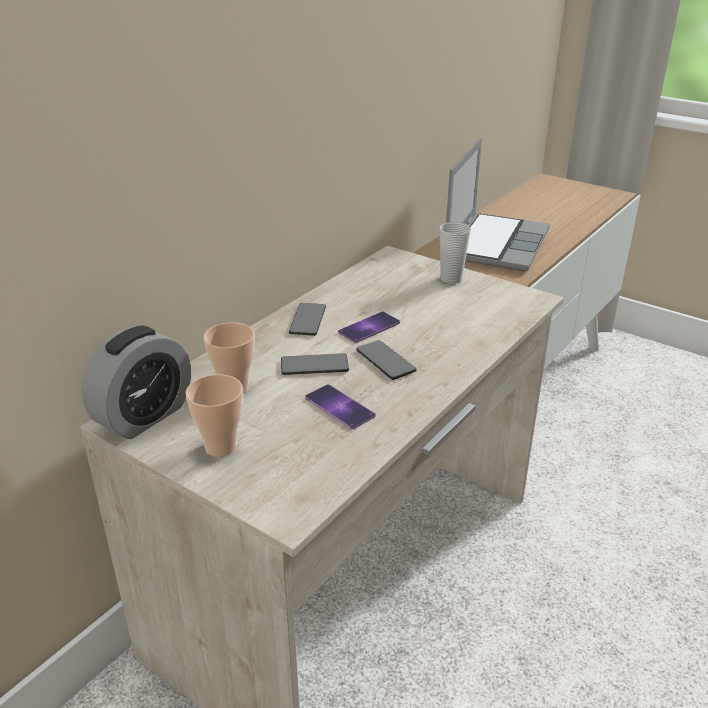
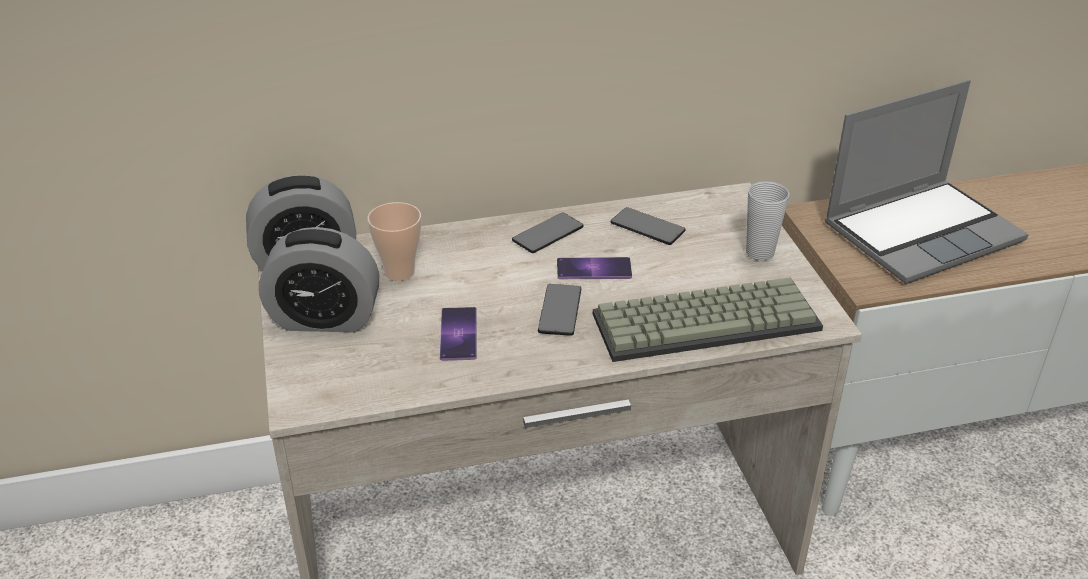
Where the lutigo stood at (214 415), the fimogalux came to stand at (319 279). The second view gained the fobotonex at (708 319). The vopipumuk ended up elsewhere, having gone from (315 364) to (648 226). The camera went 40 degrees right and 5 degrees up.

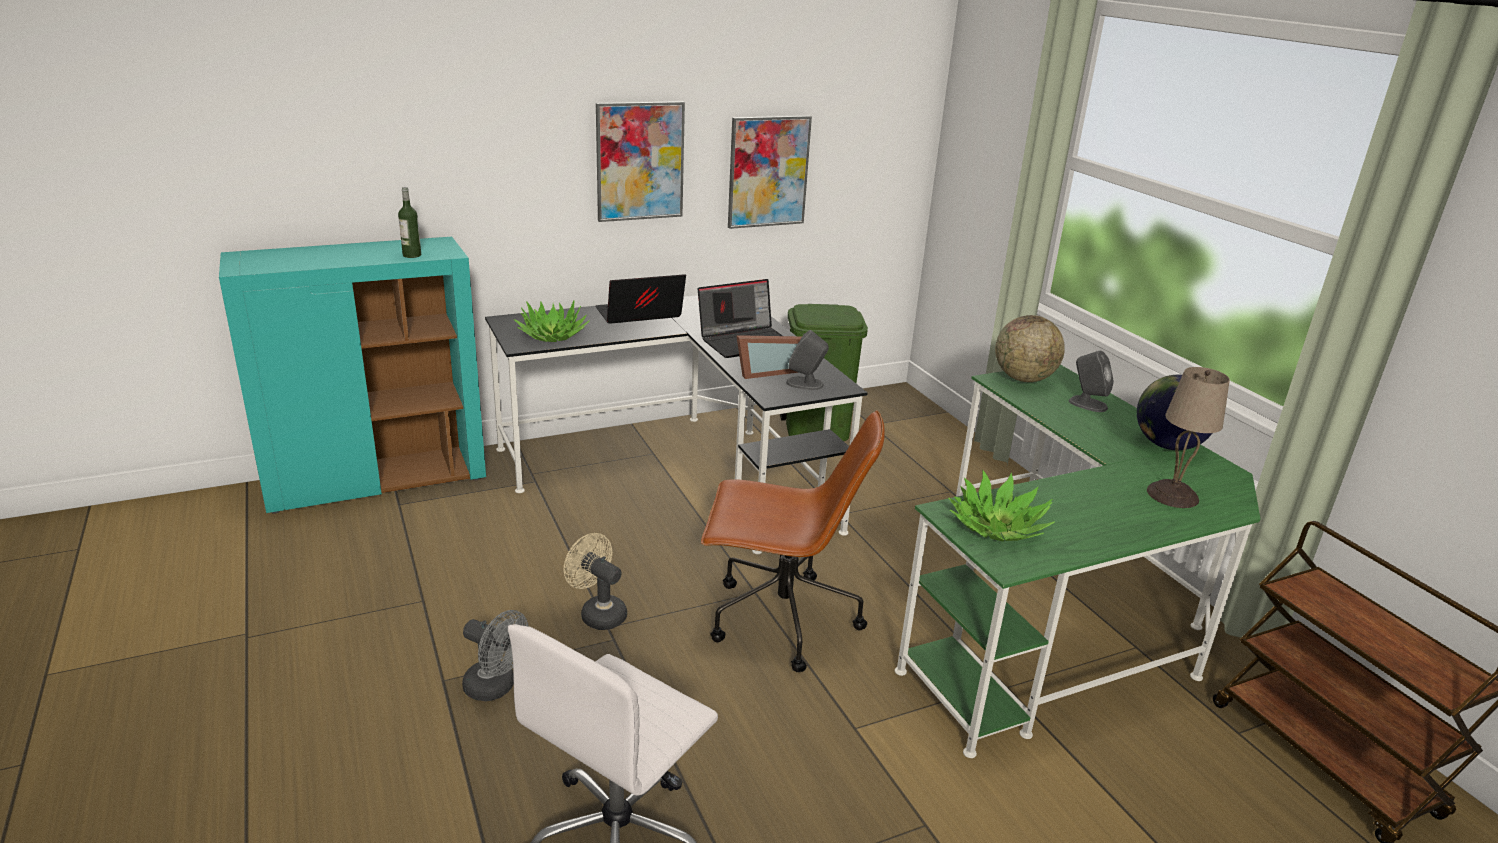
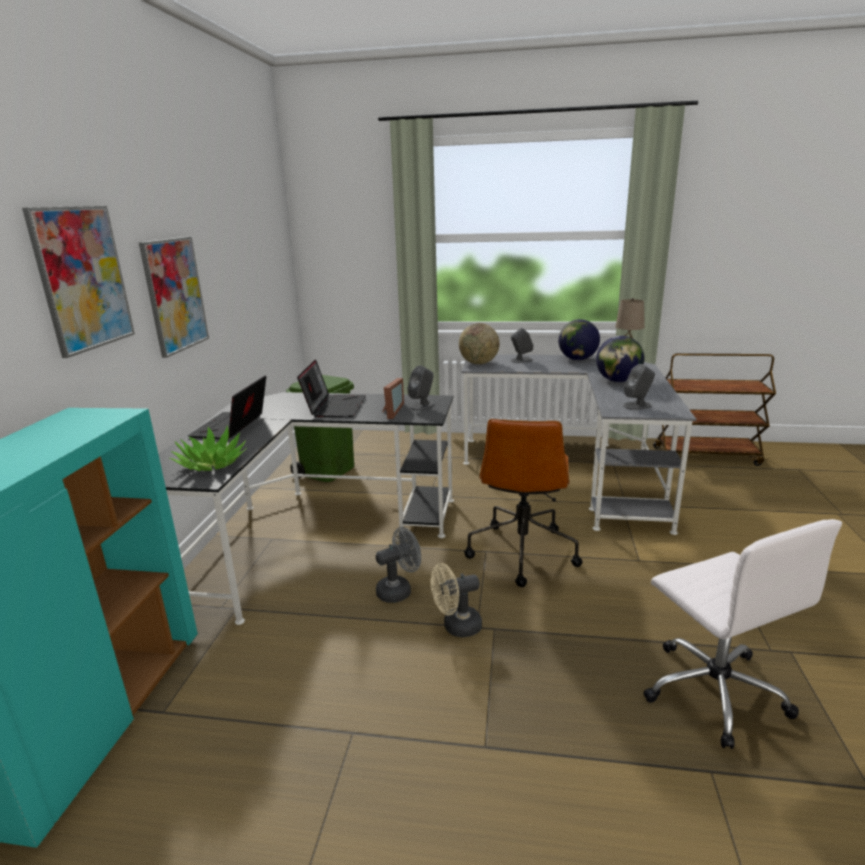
The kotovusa ended up elsewhere, having gone from (770 172) to (78 282). The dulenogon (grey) ended up elsewhere, having gone from (495 655) to (398 565). What was the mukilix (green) at (1077 561) turned into the mukilix (grey) at (579 444). The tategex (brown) at (793 541) ended up facing another way, 150 degrees clockwise from before. The second view gained the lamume at (620 359). Where the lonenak stood at (1001 506), the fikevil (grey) came to stand at (639 387). The second view lost the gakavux at (409 222). The camera went 55 degrees left and 5 degrees down.

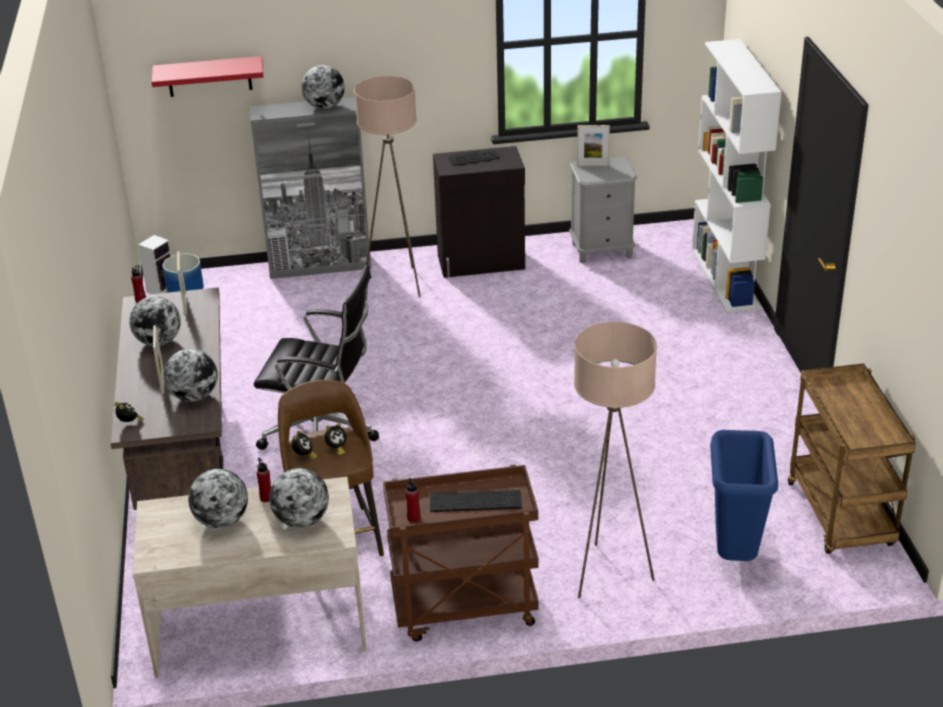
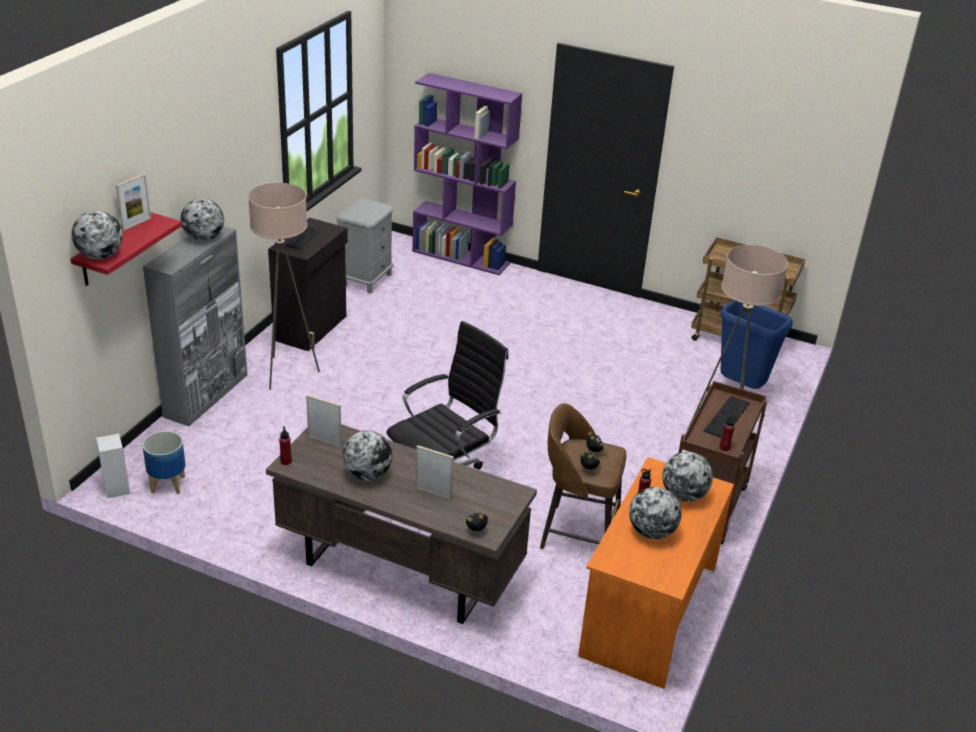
The lamume ended up elsewhere, having gone from (191 375) to (97 234). The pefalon ended up elsewhere, having gone from (593 145) to (133 202). What was the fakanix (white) at (737 175) turned into the fakanix (purple) at (467 174). What was the mukilix (beige) at (250 577) turned into the mukilix (orange) at (656 573). The camera went 60 degrees left and 0 degrees up.

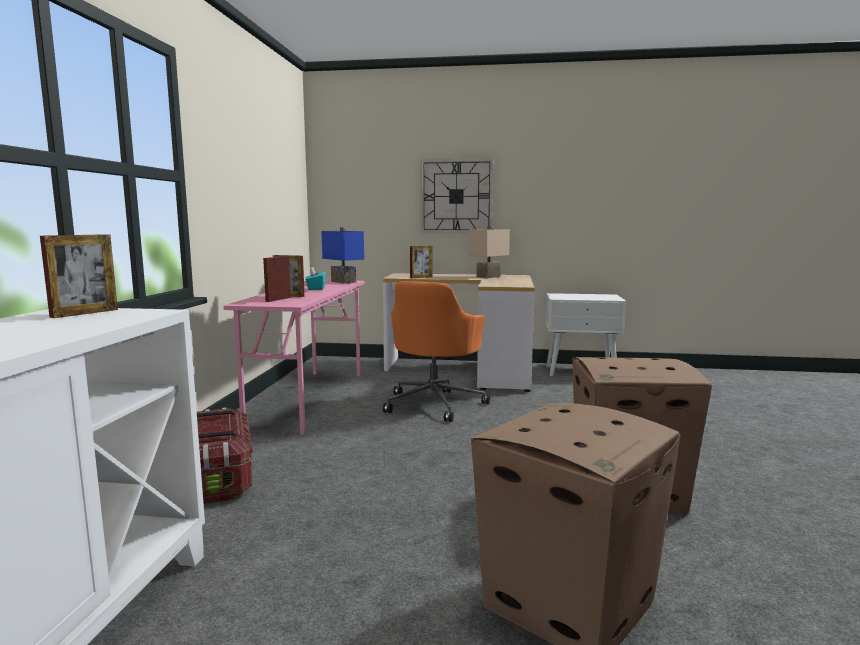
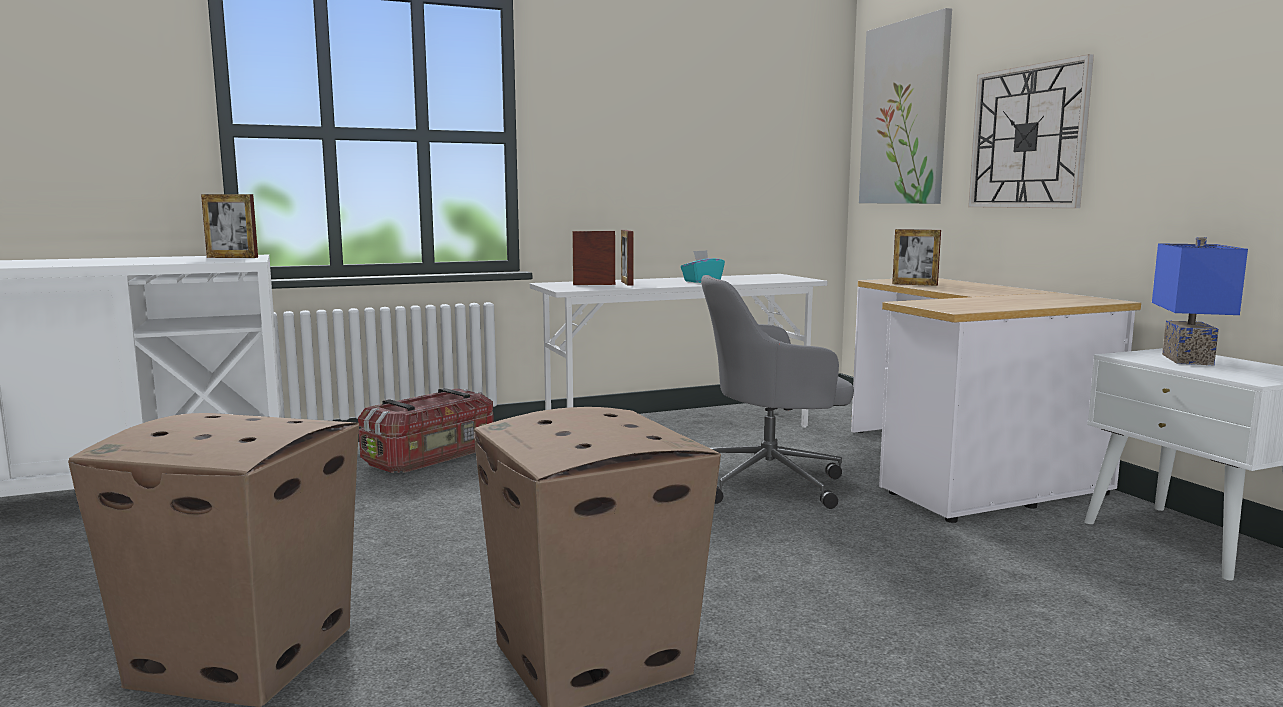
What was the mukilix (pink) at (294 357) turned into the mukilix (white) at (678 351). What was the tategex (orange) at (436 351) turned into the tategex (grey) at (777 392). The second view gained the kotovusa at (905 106). The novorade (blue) ended up elsewhere, having gone from (342 255) to (1200 301). The second view lost the novorade (beige) at (489 252). The camera went 60 degrees right and 0 degrees up.

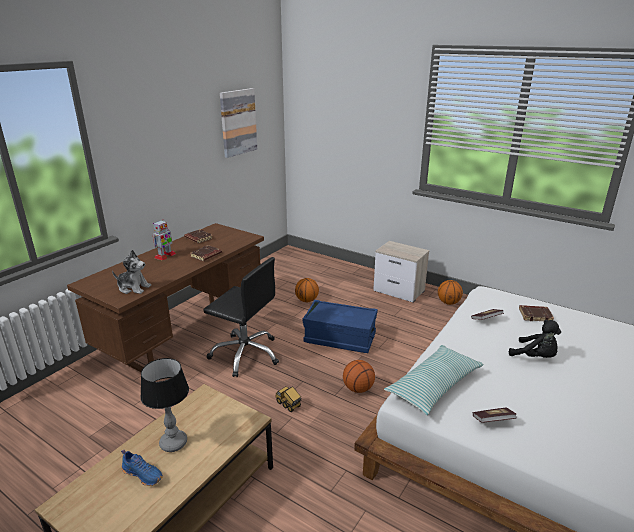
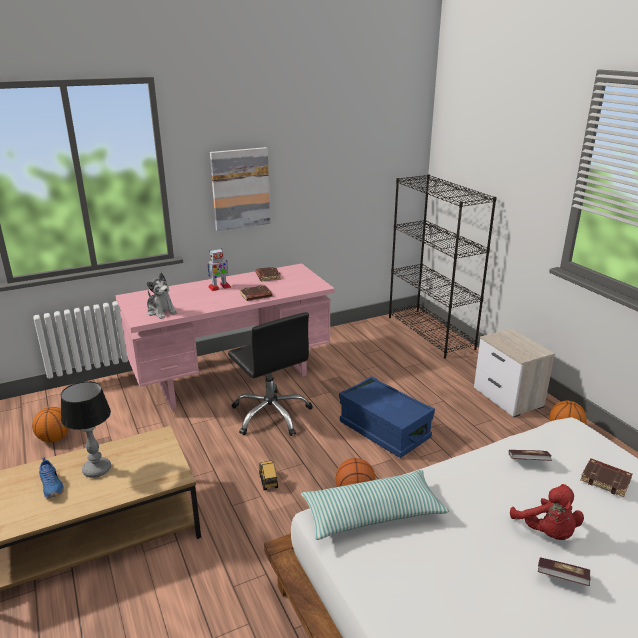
The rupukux ended up elsewhere, having gone from (307 290) to (50 425). What was the mukilix (brown) at (165 297) turned into the mukilix (pink) at (225 337). The kotovusa ended up elsewhere, having gone from (238 123) to (240 189). The second view gained the fakanix (black) at (443 266). What was the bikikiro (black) at (535 339) turned into the bikikiro (red) at (547 512). The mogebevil ended up elsewhere, having gone from (494 415) to (564 571). The camera went 30 degrees right and 0 degrees up.

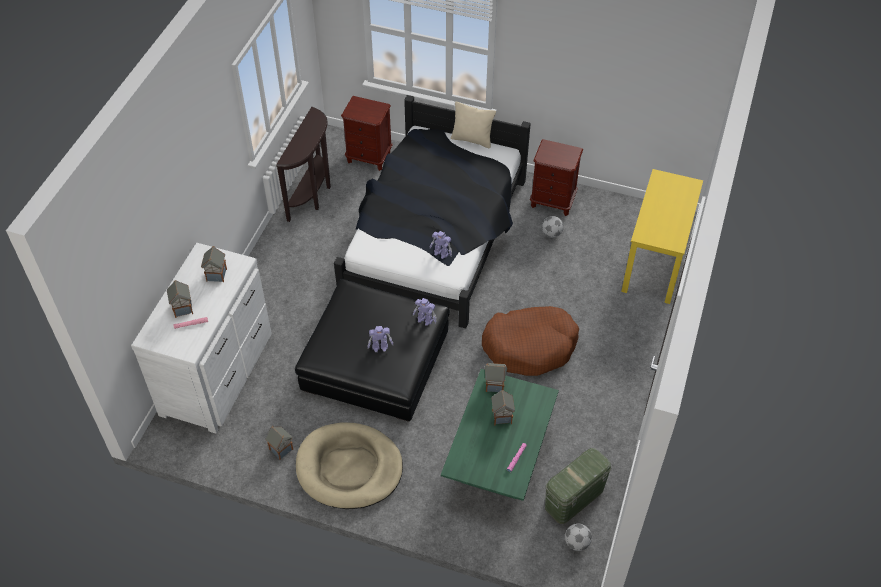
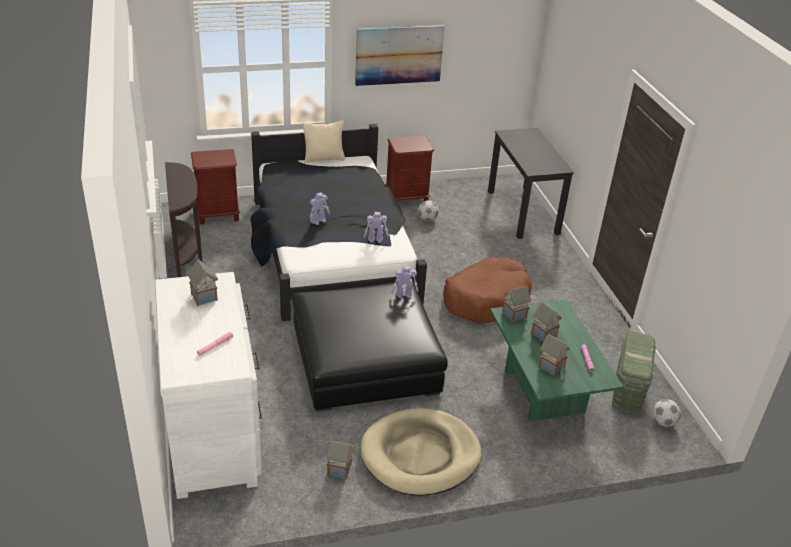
The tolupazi ended up elsewhere, having gone from (380 339) to (320 208). The second view gained the kotovusa at (400 55). What was the mukilix (yellow) at (662 236) turned into the mukilix (black) at (531 183). The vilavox ended up elsewhere, having gone from (180 299) to (554 355). The camera went 35 degrees left and 15 degrees down.

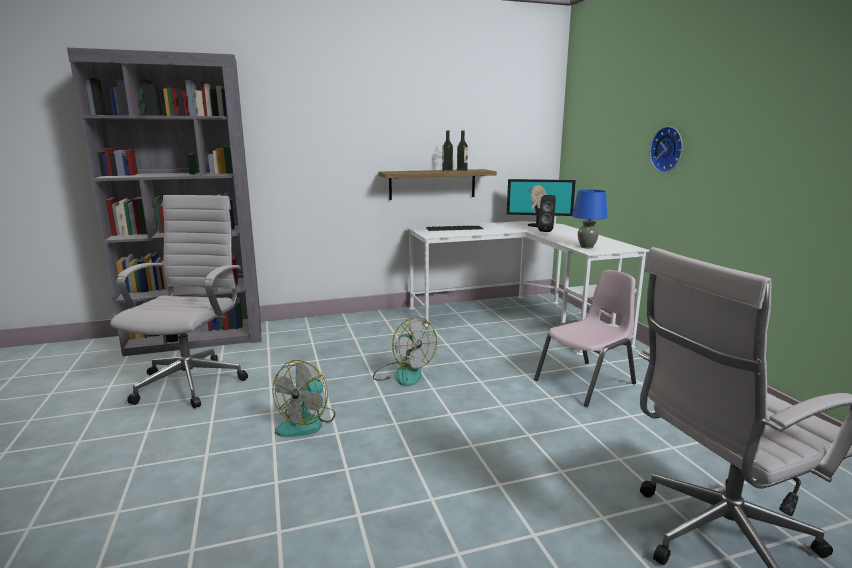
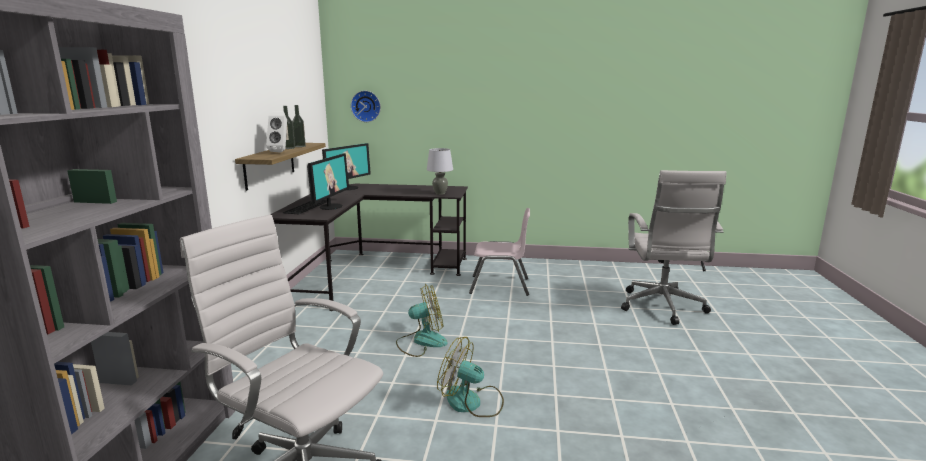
The second view gained the fikevil (white) at (276 131). What was the mukilix (white) at (528 288) turned into the mukilix (black) at (369 247). The second view gained the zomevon at (328 181). The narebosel ended up elsewhere, having gone from (666 149) to (366 106). What was the novorade (blue) at (590 218) turned into the novorade (grey) at (440 171). The dulenogon at (304 398) ended up facing another way, 150 degrees clockwise from before. The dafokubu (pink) at (585 338) ended up facing another way, 105 degrees clockwise from before. The second view lost the fikevil (black) at (547 213). The camera went 65 degrees left and 0 degrees up.

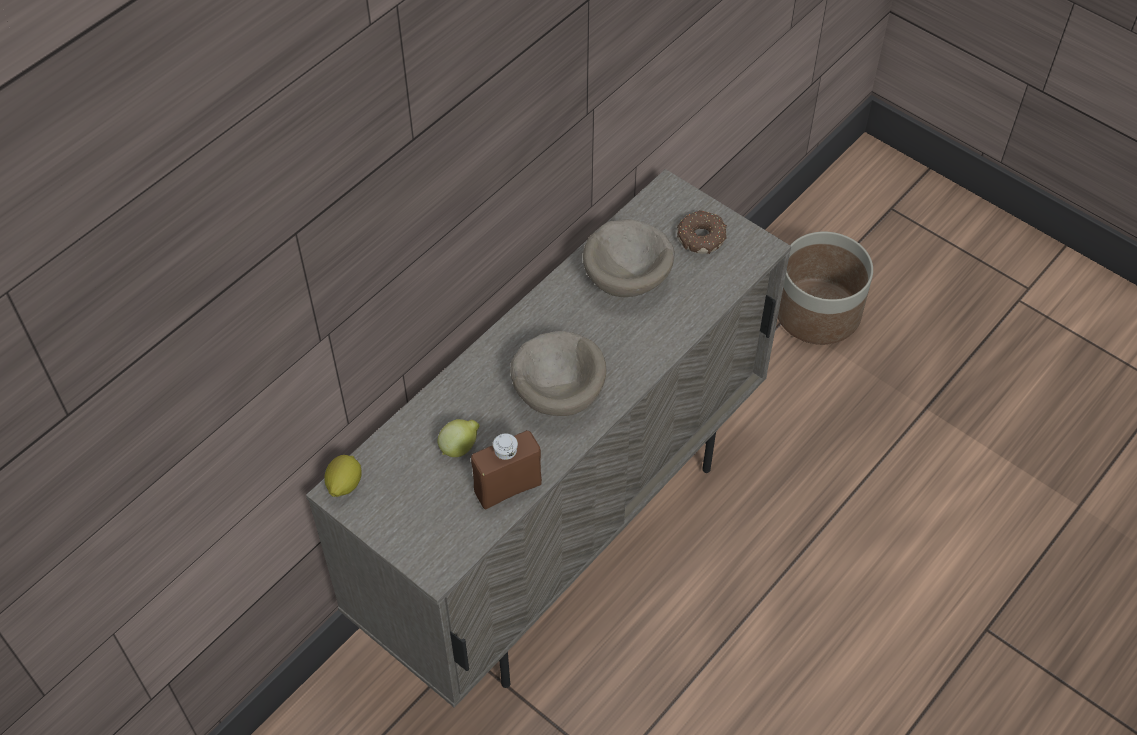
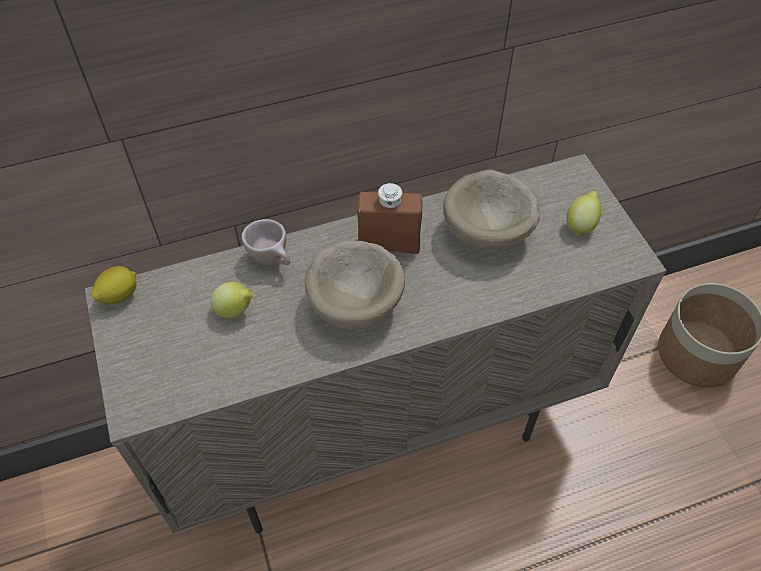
The second view gained the lutigo (beige) at (265 242). The gakavux (brown) ended up elsewhere, having gone from (506 469) to (389 218). Where the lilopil stood at (702 232), the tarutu came to stand at (583 214). The camera went 30 degrees right and 0 degrees up.

